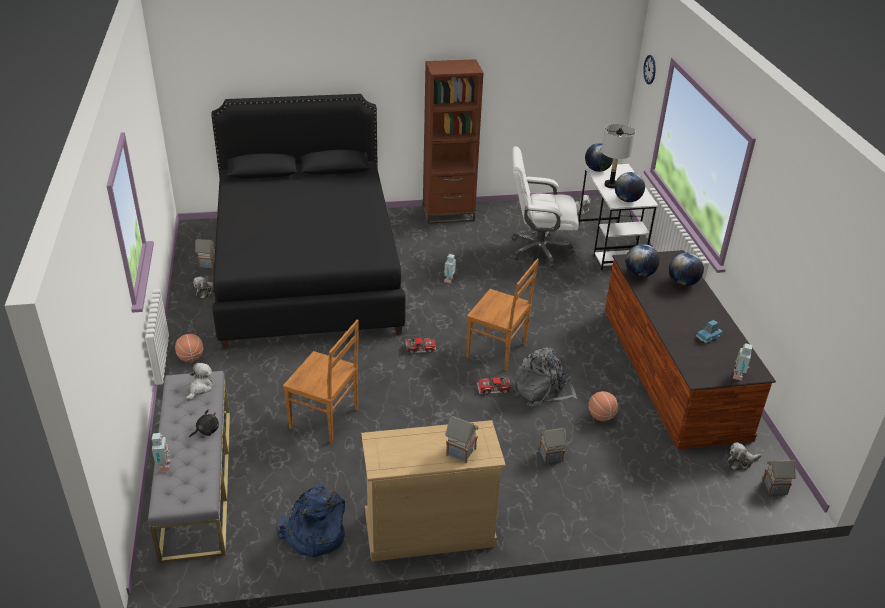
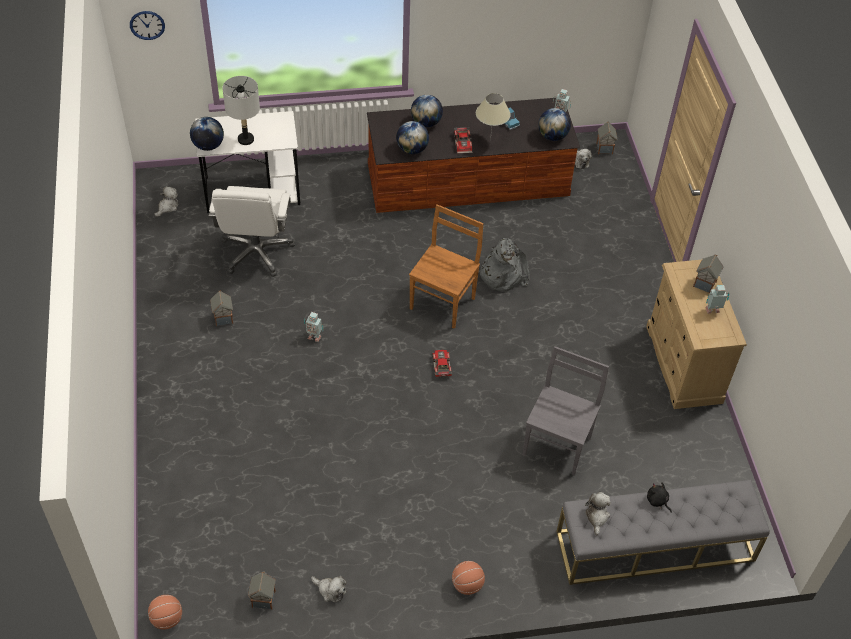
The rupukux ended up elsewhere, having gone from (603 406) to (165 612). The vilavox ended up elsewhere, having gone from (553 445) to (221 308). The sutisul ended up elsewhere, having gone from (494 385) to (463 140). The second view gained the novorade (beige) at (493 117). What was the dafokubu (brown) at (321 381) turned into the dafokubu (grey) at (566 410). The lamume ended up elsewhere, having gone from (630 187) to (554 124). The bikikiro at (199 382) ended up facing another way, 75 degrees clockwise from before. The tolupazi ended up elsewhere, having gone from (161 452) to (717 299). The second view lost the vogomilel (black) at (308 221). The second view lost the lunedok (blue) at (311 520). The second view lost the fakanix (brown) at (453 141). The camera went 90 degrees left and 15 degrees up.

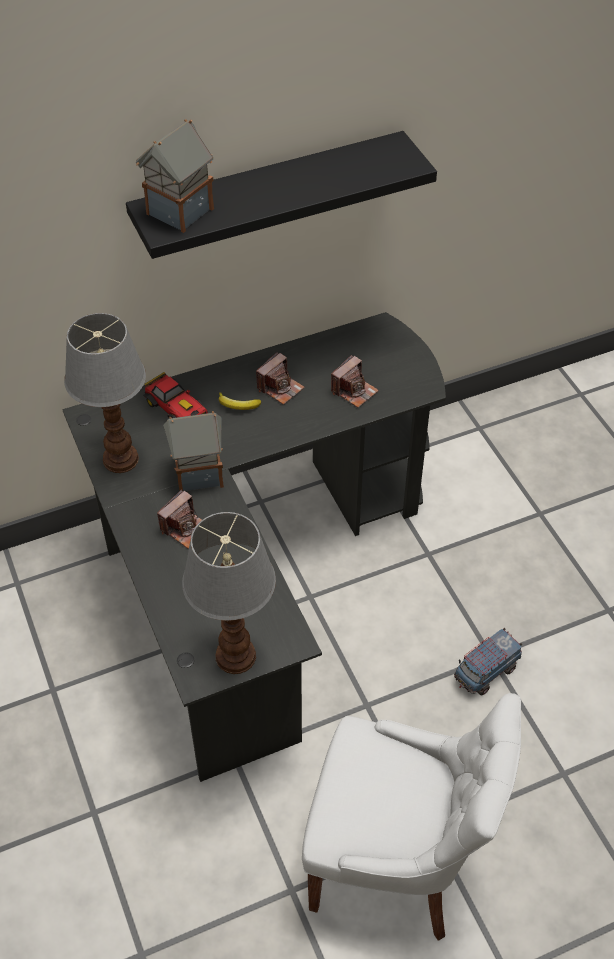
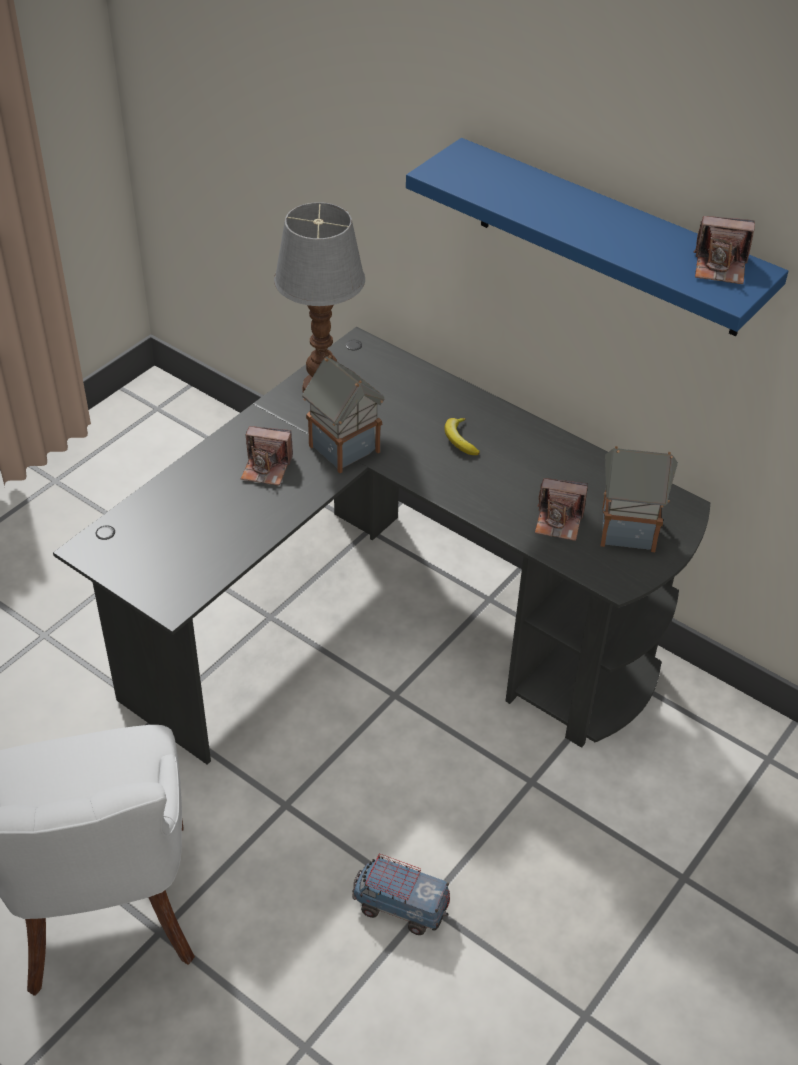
What was the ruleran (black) at (281 195) turned into the ruleran (blue) at (597 237). The vilavox ended up elsewhere, having gone from (175 176) to (639 499). The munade ended up elsewhere, having gone from (280 378) to (724 250). The second view lost the sutisul at (175 395). The second view lost the novorade at (229 593). The camera went 60 degrees right and 5 degrees down.

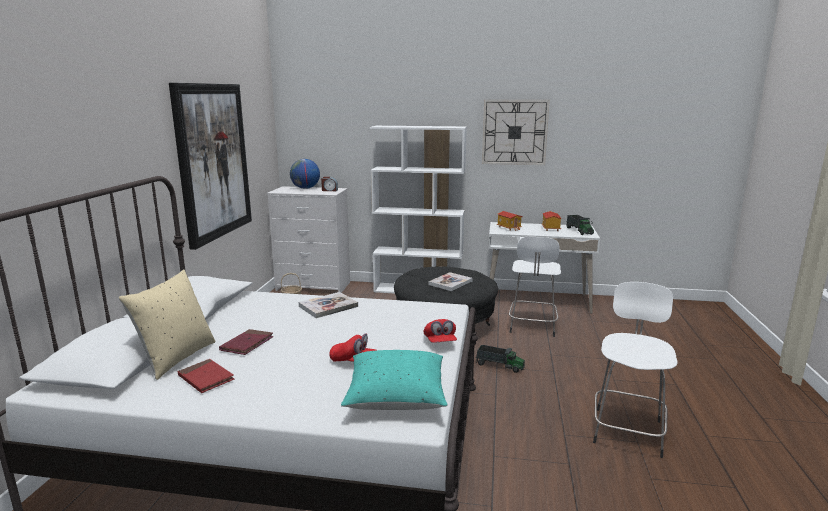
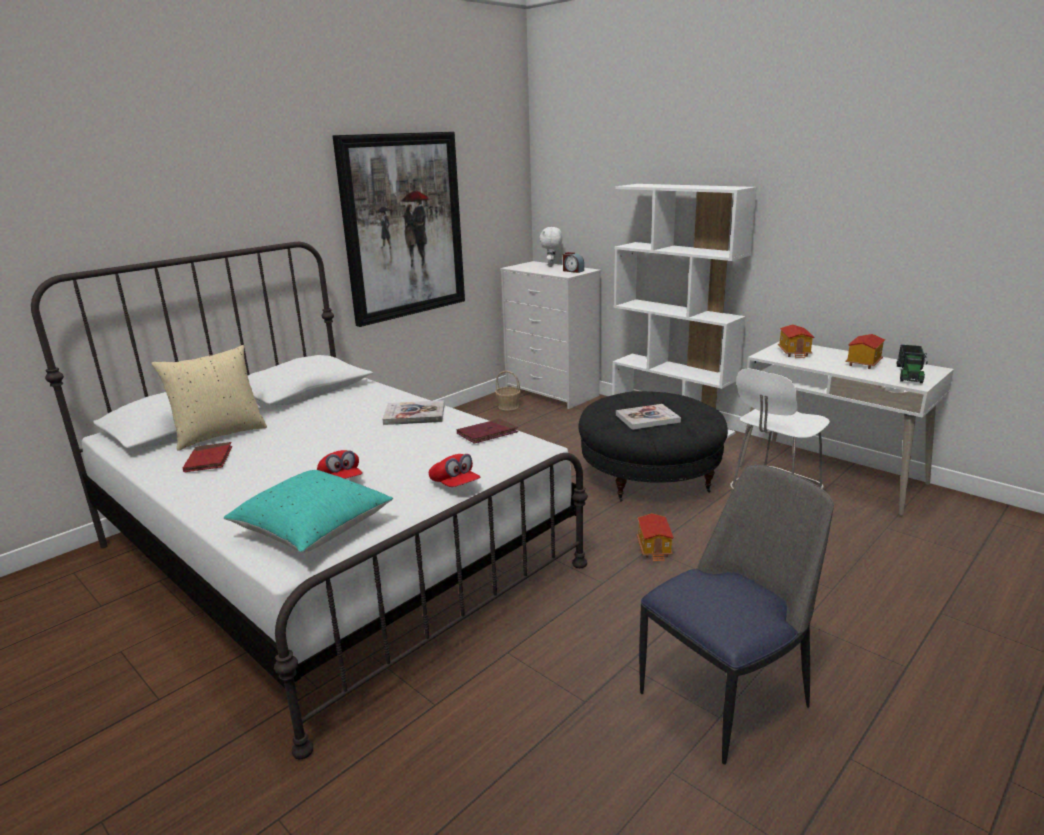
The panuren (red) at (440 331) ended up facing another way, 60 degrees counterclockwise from before. The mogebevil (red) ended up elsewhere, having gone from (246 342) to (487 431). Where the lamume stood at (305 174), the bikikiro (white) came to stand at (550 247). Where the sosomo stood at (500 359), the vilavox came to stand at (655 537). Where the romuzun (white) stood at (635 370), the dafokubu came to stand at (736 615). The second view lost the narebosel at (516 132). The camera went 35 degrees right and 5 degrees up.

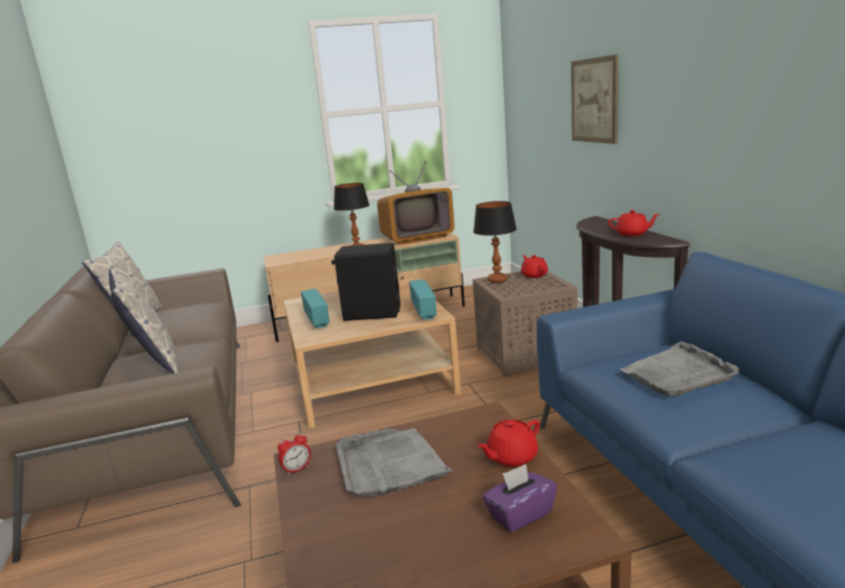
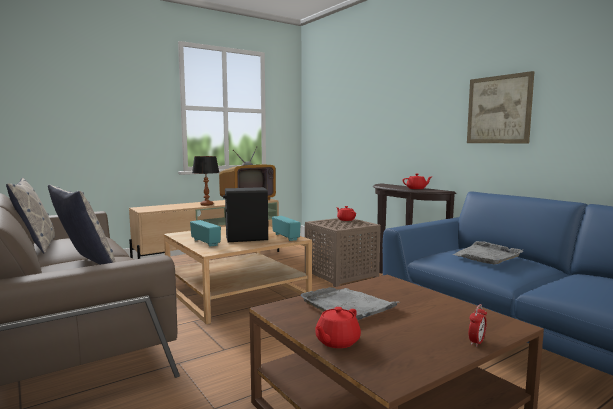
The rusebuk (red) ended up elsewhere, having gone from (509 443) to (338 327). The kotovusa ended up elsewhere, having gone from (595 99) to (500 107). The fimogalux ended up elsewhere, having gone from (294 453) to (478 325). The second view lost the novorade at (495 242). The second view lost the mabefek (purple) at (520 498). The camera went 20 degrees left and 10 degrees down.

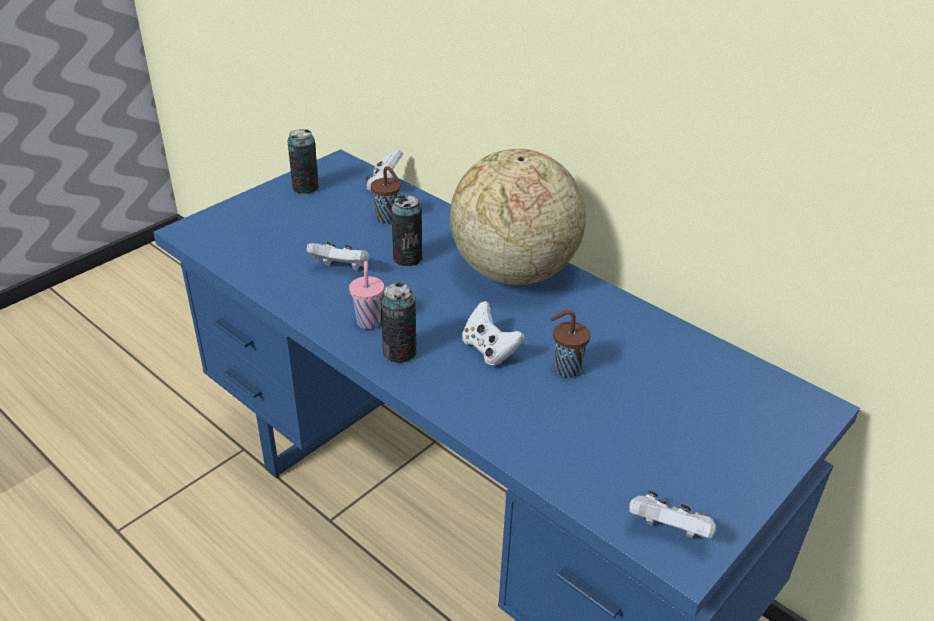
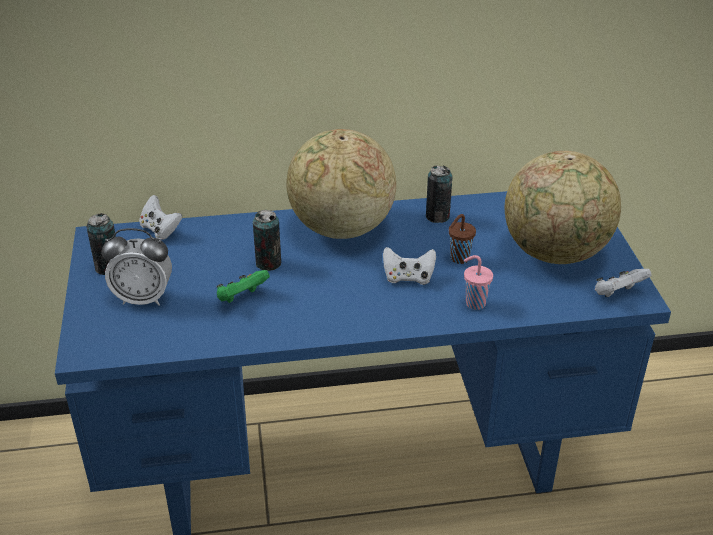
The second view gained the fimogalux at (136 267). What was the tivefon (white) at (338 256) turned into the tivefon (green) at (243 286). The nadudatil ended up elsewhere, having gone from (399 323) to (439 194). The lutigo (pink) ended up elsewhere, having gone from (366 295) to (478 282). The second view gained the lamume at (562 207). The second view lost the lutigo (brown) at (385 195). The camera went 50 degrees left and 0 degrees up.

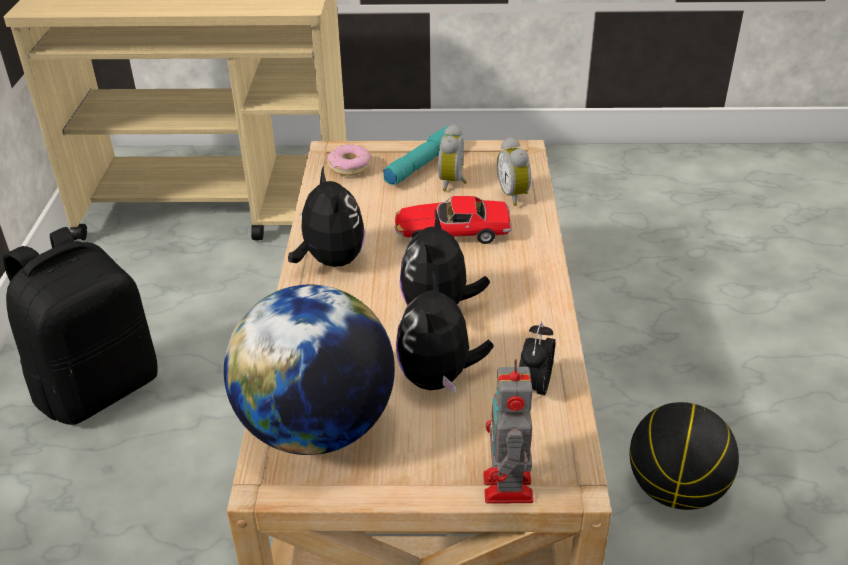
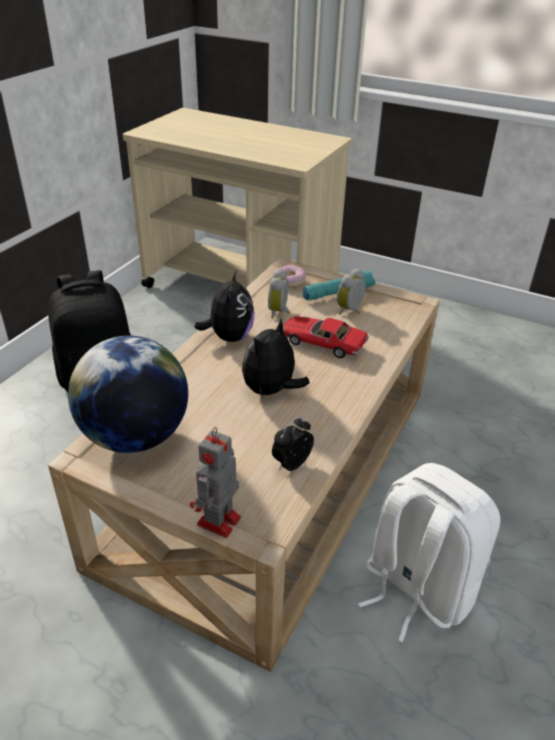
The fimogalux ended up elsewhere, having gone from (514 171) to (278 294). Where the rupukux stood at (684 456), the lunedok (white) came to stand at (429 552). The second view lost the bikikiro at (445 332). The camera went 25 degrees right and 0 degrees up.

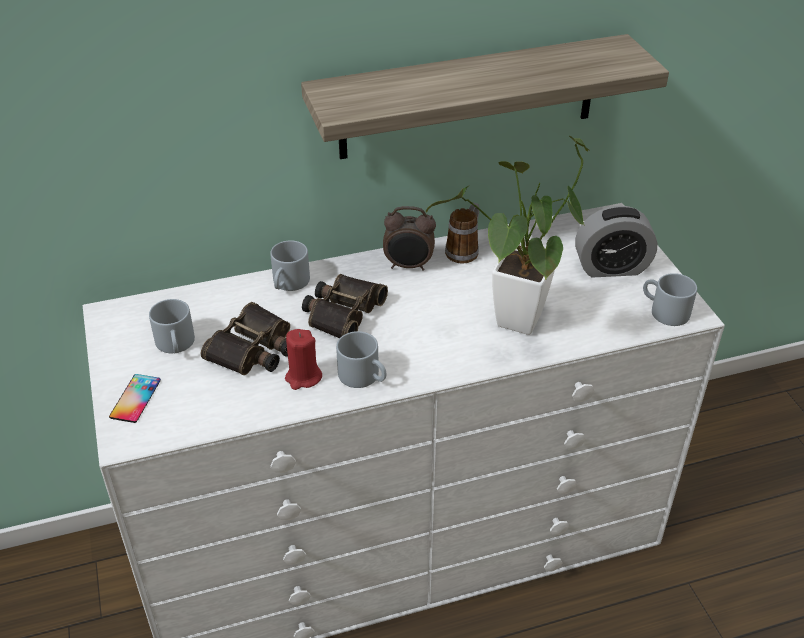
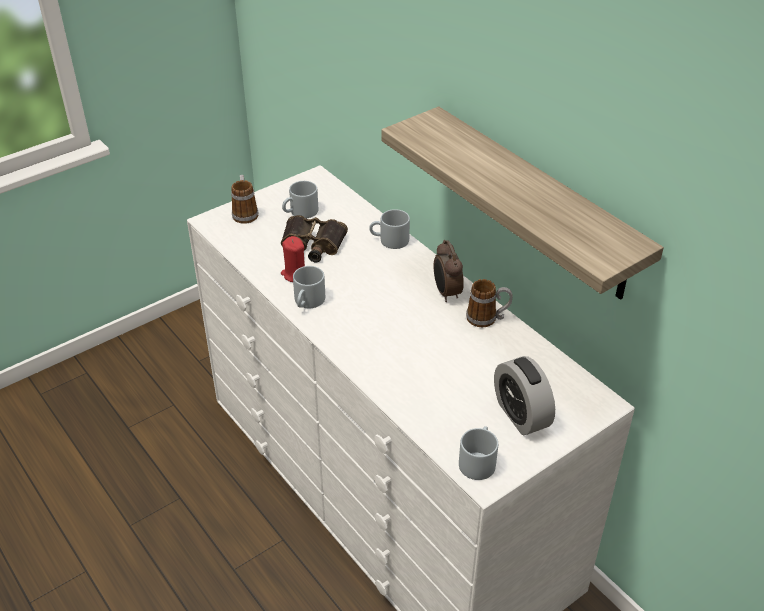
Where the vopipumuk stood at (135 398), the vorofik came to stand at (245 199). The second view lost the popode at (345 306). The second view lost the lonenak at (507 235). The camera went 70 degrees right and 0 degrees up.

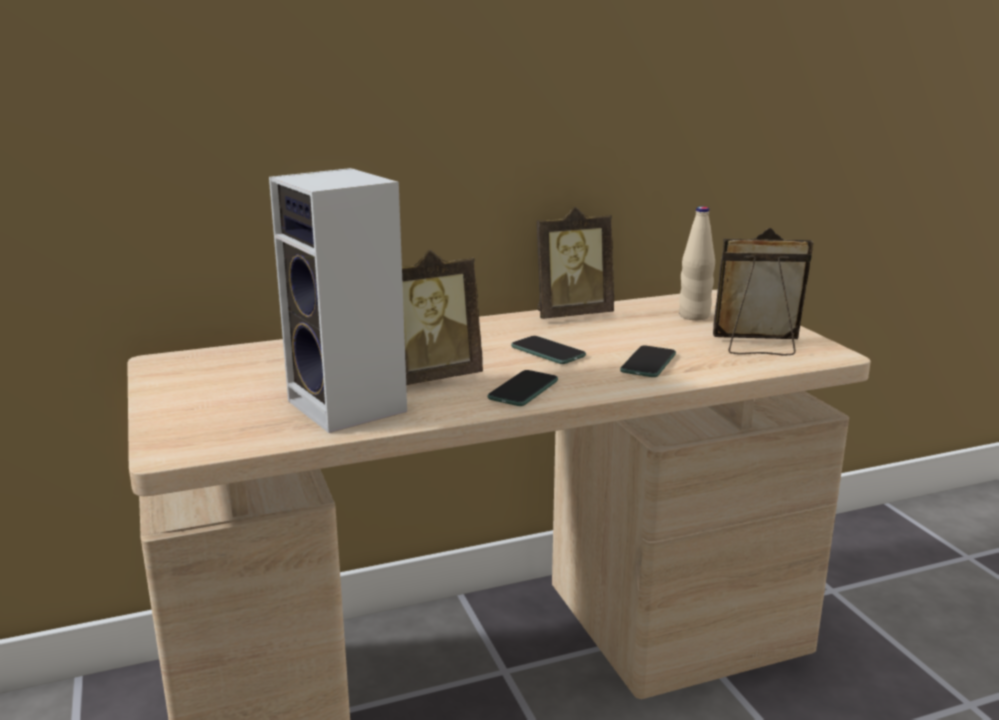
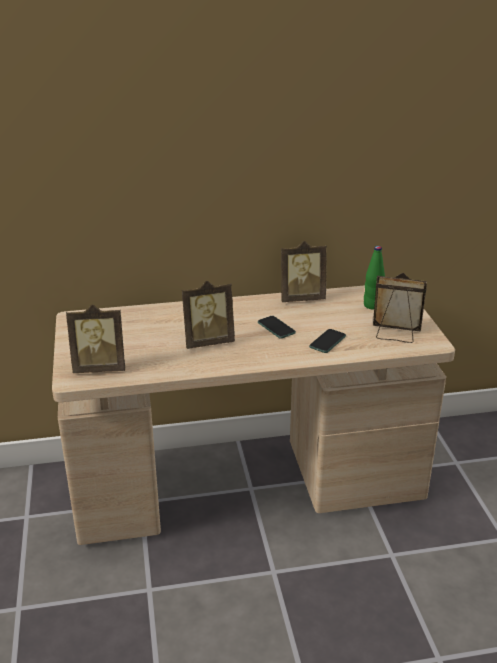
The second view gained the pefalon at (95 338). What was the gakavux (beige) at (697 263) turned into the gakavux (green) at (374 278). The second view lost the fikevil at (338 300). The second view lost the vopipumuk at (522 388). The camera went 10 degrees right and 10 degrees up.

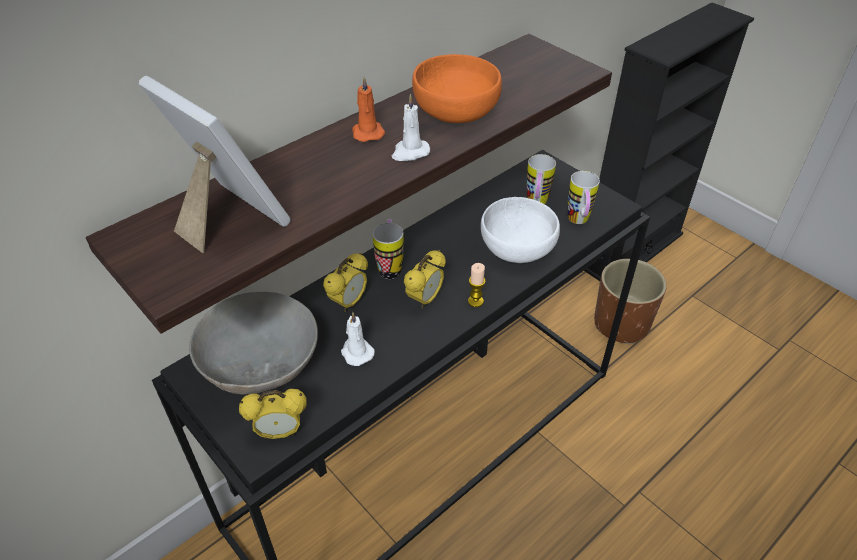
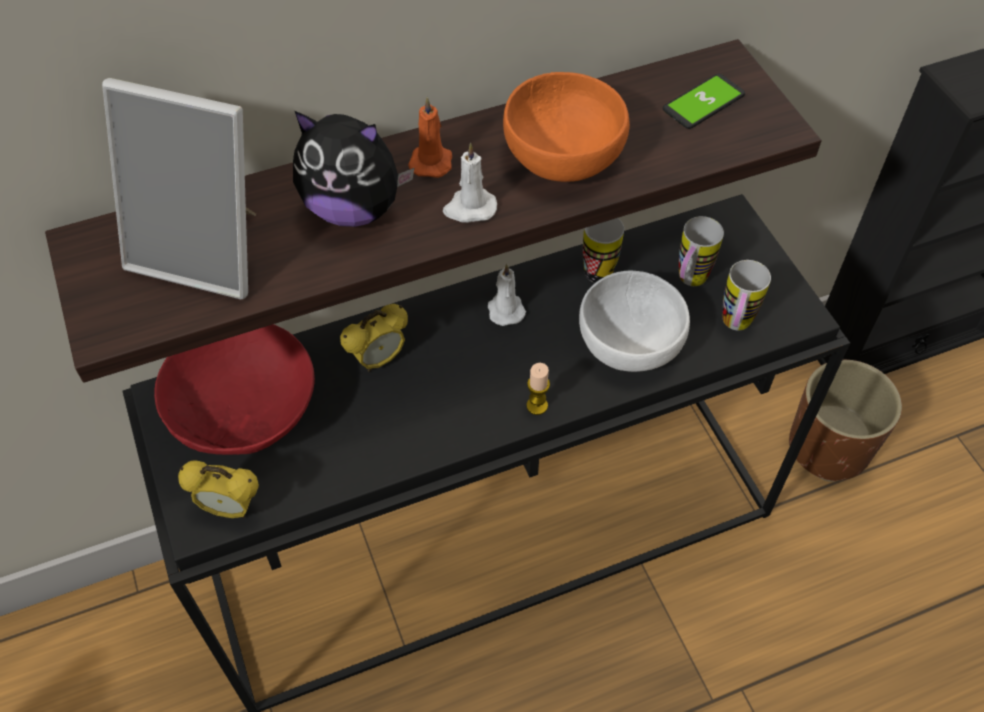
The pefalon at (214 164) ended up facing another way, 135 degrees clockwise from before. What was the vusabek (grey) at (253 343) turned into the vusabek (red) at (234 389). The second view gained the bikikiro at (353 169). The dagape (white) ended up elsewhere, having gone from (358 339) to (507 295). The vorofik ended up elsewhere, having gone from (388 249) to (603 250). The second view gained the vopipumuk at (704 101). The second view lost the fimogalux at (425 279). The camera went 20 degrees right and 10 degrees up.

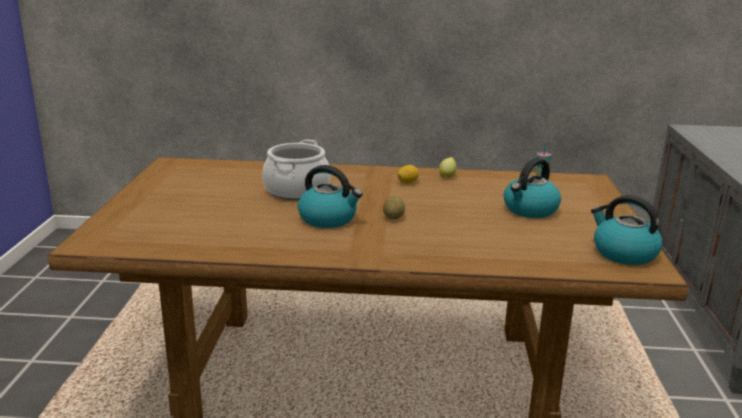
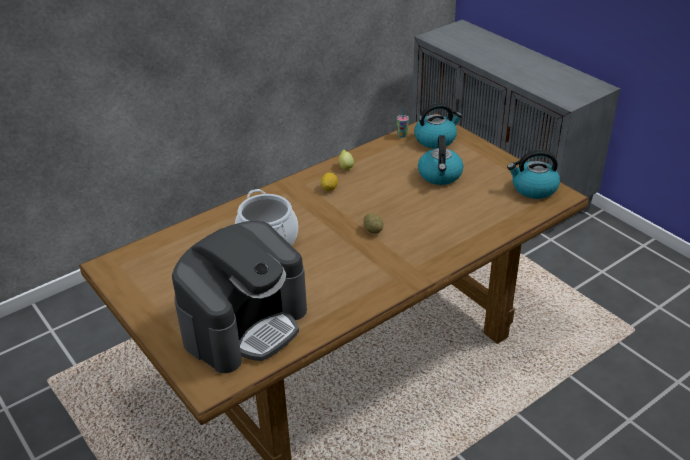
The second view gained the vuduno at (239 297). The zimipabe ended up elsewhere, having gone from (330 196) to (438 126). The camera went 40 degrees left and 15 degrees up.

